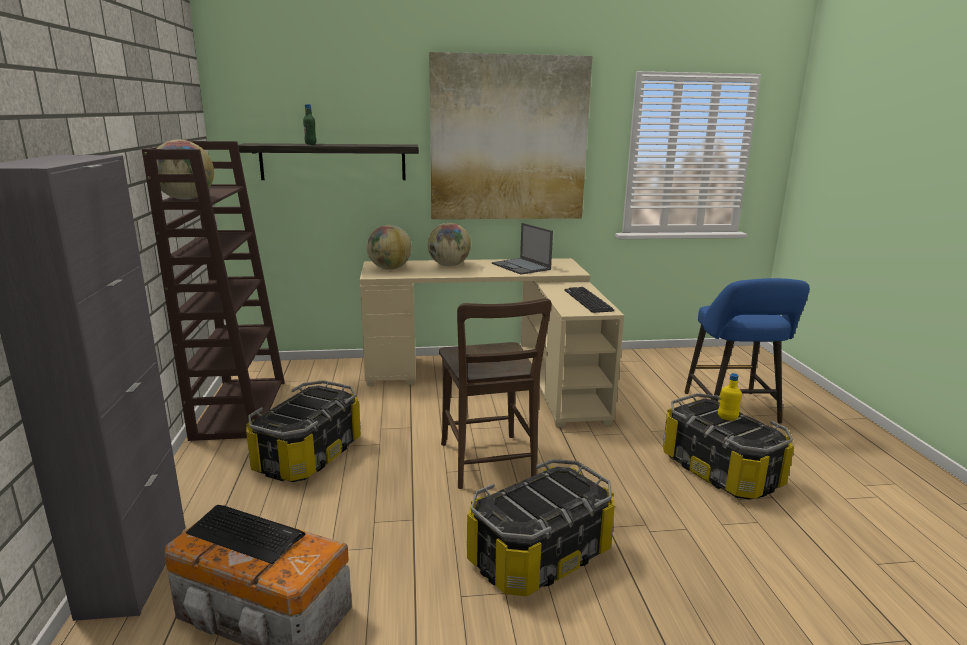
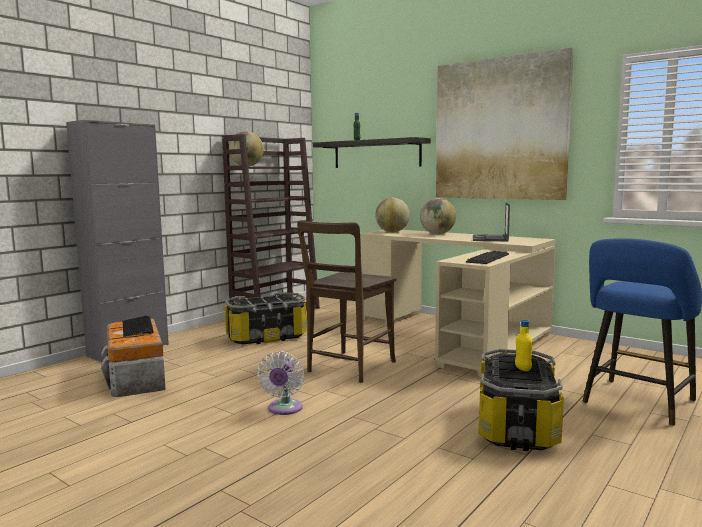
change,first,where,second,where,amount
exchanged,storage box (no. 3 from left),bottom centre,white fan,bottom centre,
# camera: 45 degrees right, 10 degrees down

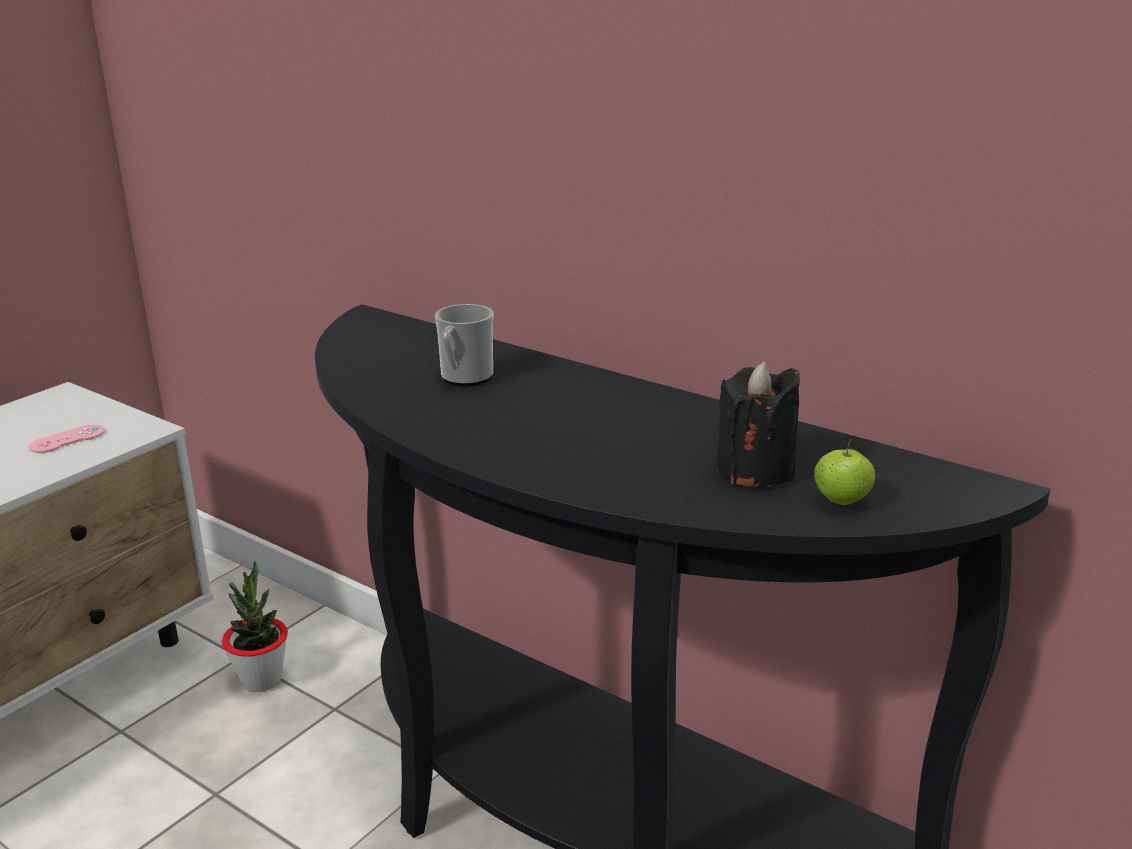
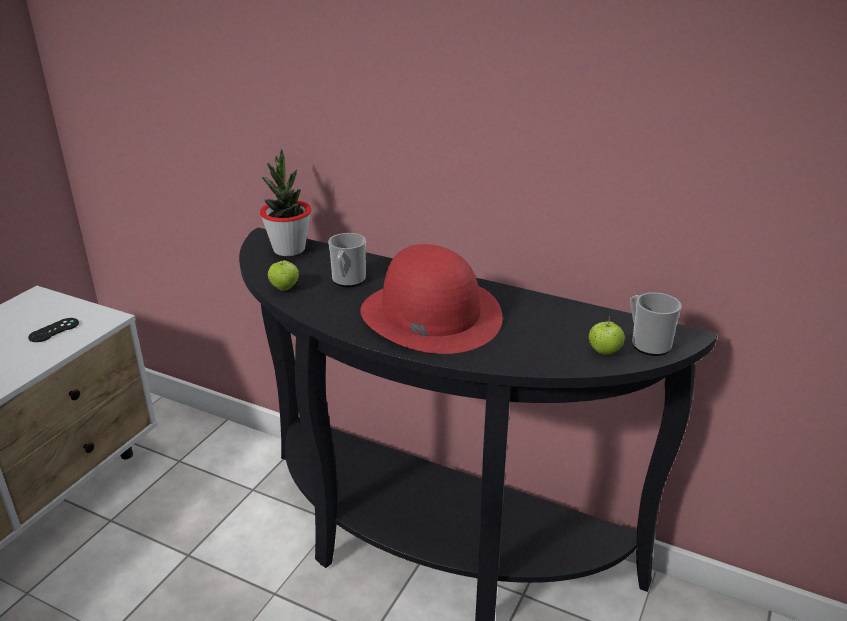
change,first,where,second,where,amount
colour,pink game controller,middle left,black game controller,middle left,
relocated,potted plant,bottom left,,top centre,
appeared,,,apple (no. 1 from left),centre,
appeared,,,red hat,centre,
appeared,,,mug (no. 2 from left),middle right,
missing,black candle,middle right,,,
# camera: 10 degrees left, 5 degrees up

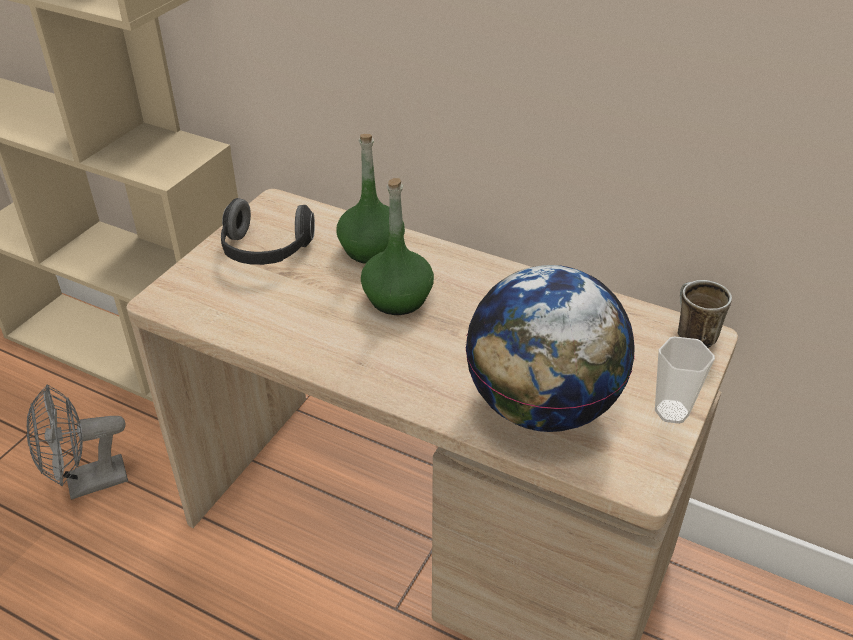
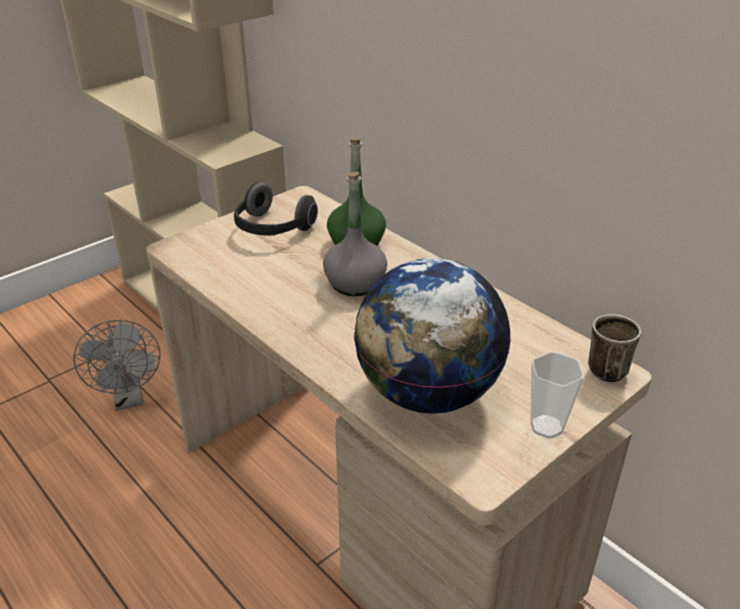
change,first,where,second,where,amount
spun,grey fan,bottom left,,middle left,105 degrees counterclockwise
colour,green bottle (no. 2 from left),centre,grey bottle,centre,
# camera: 20 degrees right, 5 degrees down

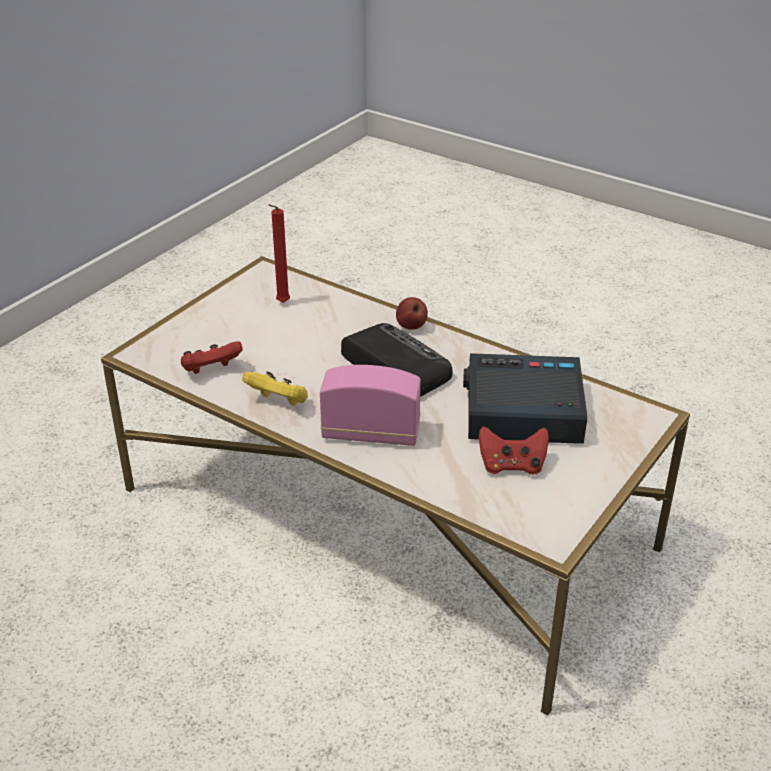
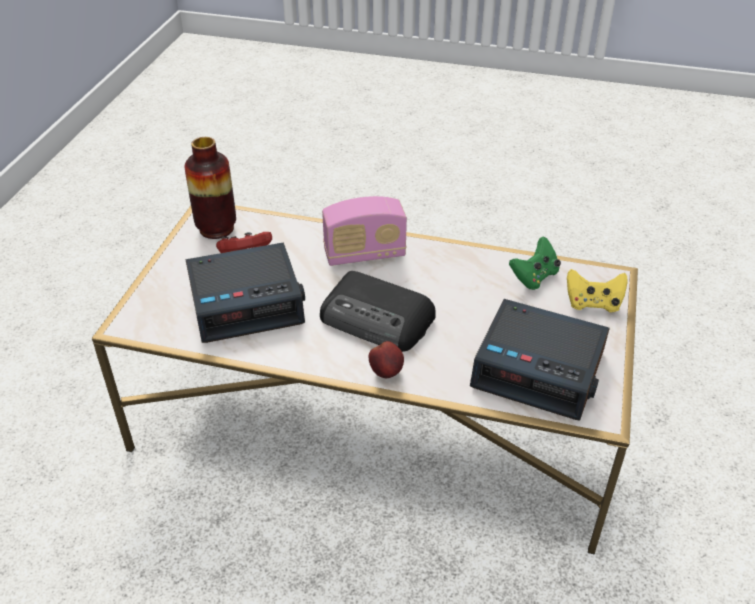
change,first,where,second,where,amount
appeared,,,vase,top left,
exchanged,red candle,top centre,alarm clock (no. 2 from left),middle right,
colour,red game controller (no. 1 from left),middle left,green game controller,middle right,
relocated,yellow game controller,centre,,middle right,
# camera: 160 degrees right, 5 degrees up

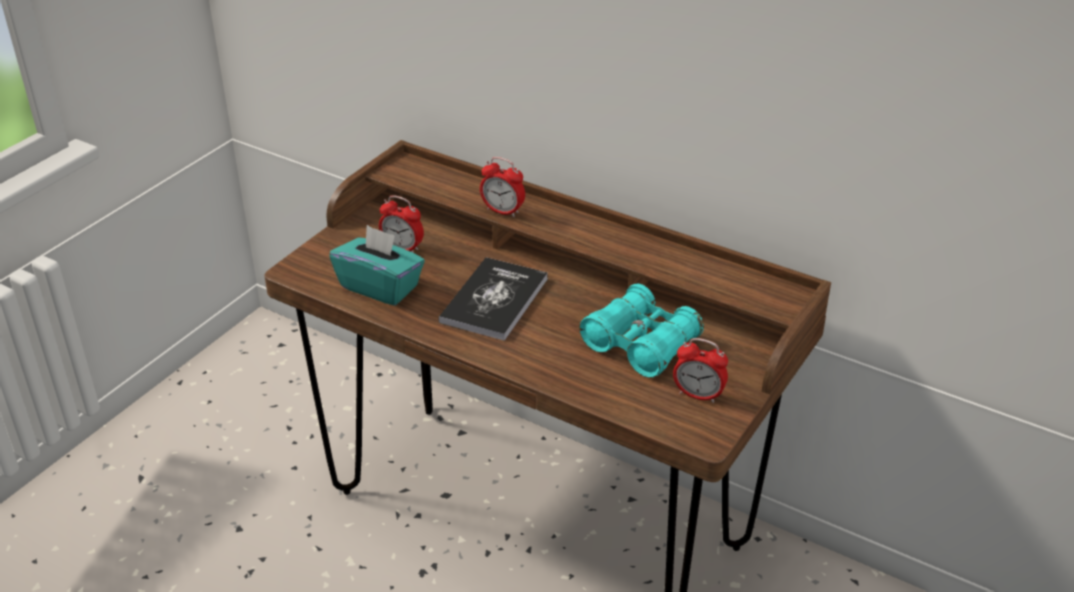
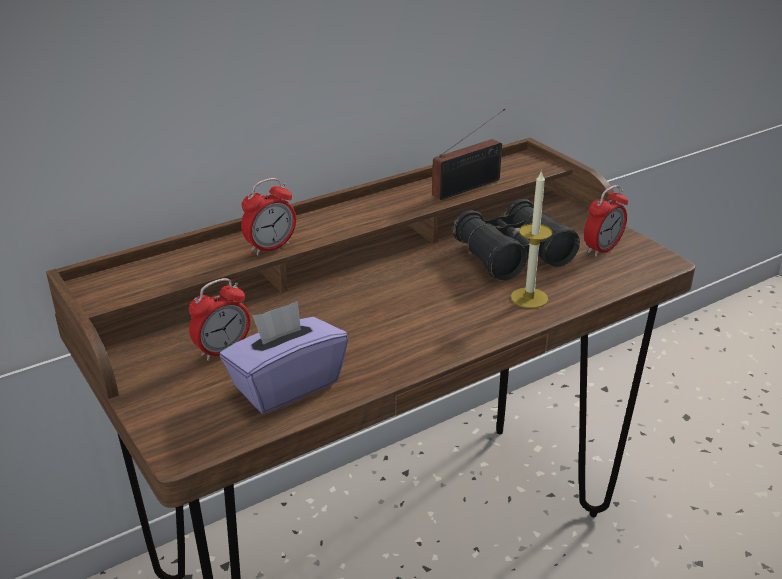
change,first,where,second,where,amount
colour,turquoise tissue box,centre,purple tissue box,centre,
appeared,,,radio,top centre,
colour,turquoise binoculars,centre,black binoculars,centre,
appeared,,,candle,middle right,
missing,book,centre,,,
# camera: 65 degrees left, 5 degrees down

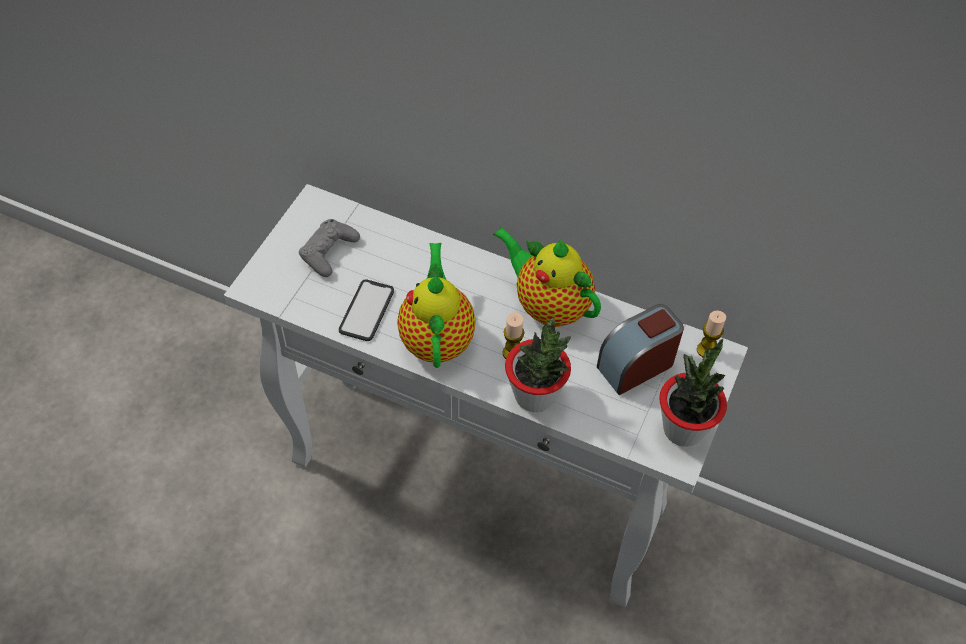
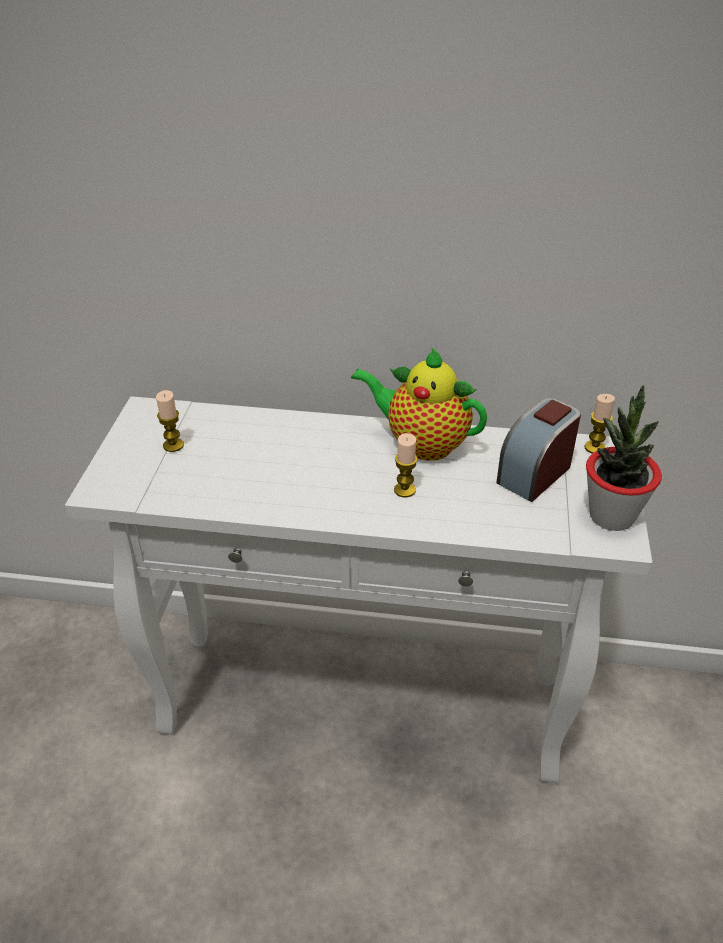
change,first,where,second,where,amount
exchanged,grey game controller,centre,candle (no. 1 from left),middle left,
missing,phone,centre,,,
missing,teapot (no. 1 from left),centre,,,
missing,potted plant (no. 1 from left),centre,,,
# camera: 15 degrees left, 15 degrees down

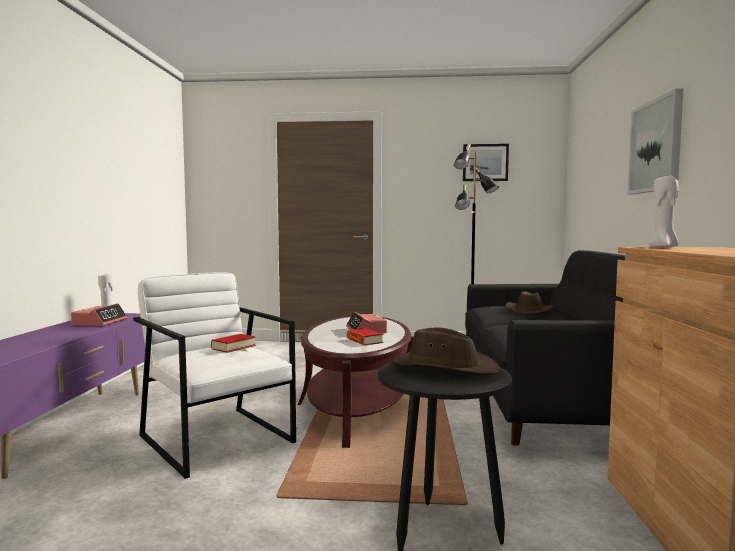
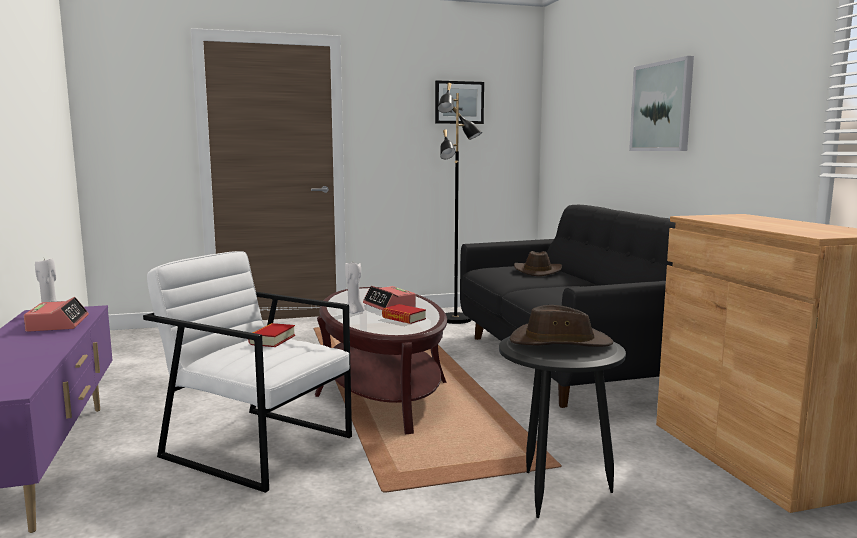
change,first,where,second,where,amount
relocated,white candle (no. 2 from left),middle right,,centre,
# camera: 20 degrees left, 5 degrees up

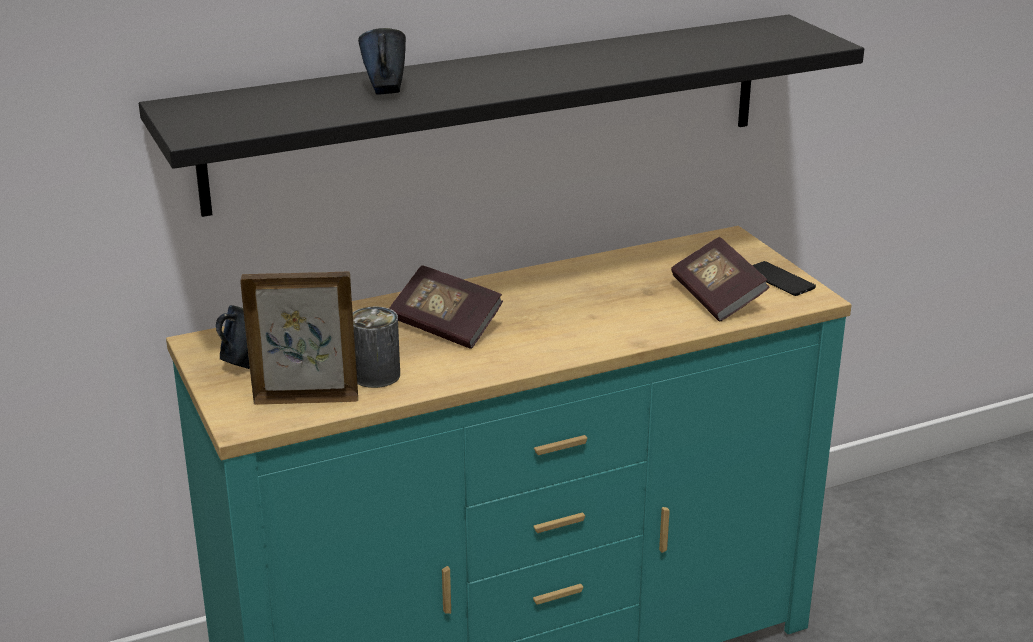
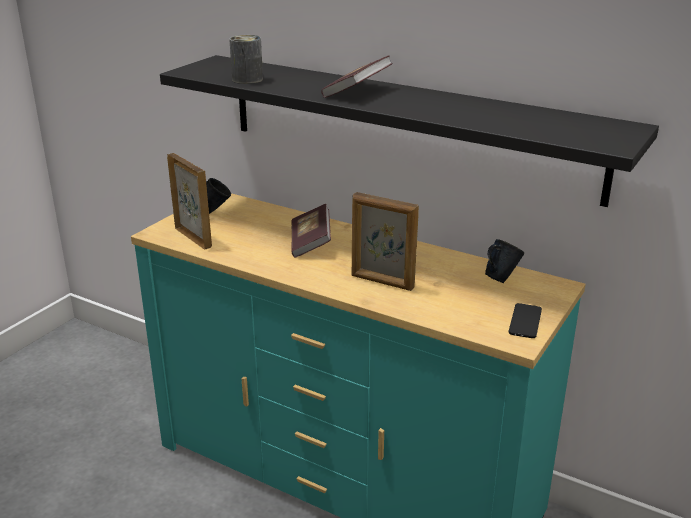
change,first,where,second,where,amount
relocated,can,centre,,top centre,
relocated,book (no. 2 from left),middle right,,top centre,
appeared,,,picture frame (no. 2 from left),centre,
relocated,blue mug (no. 2 from left),top centre,,middle right,
# camera: 55 degrees right, 0 degrees up

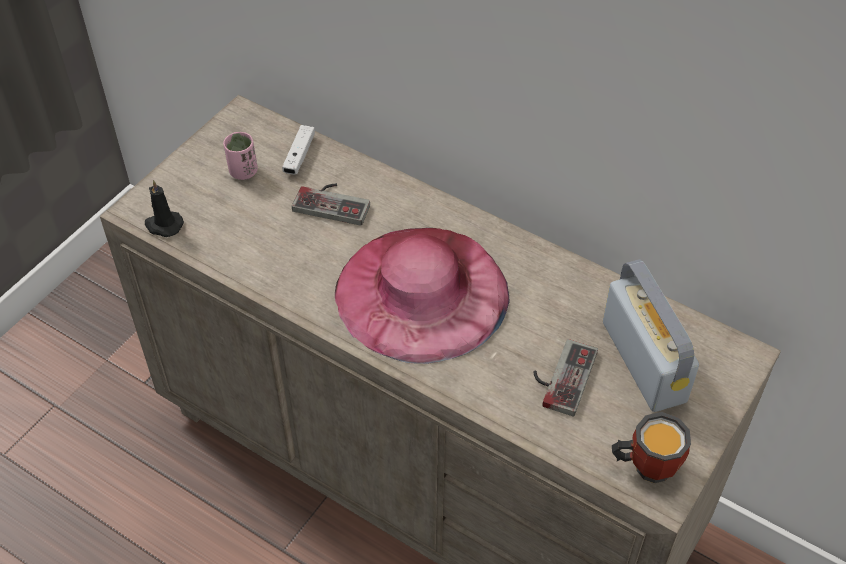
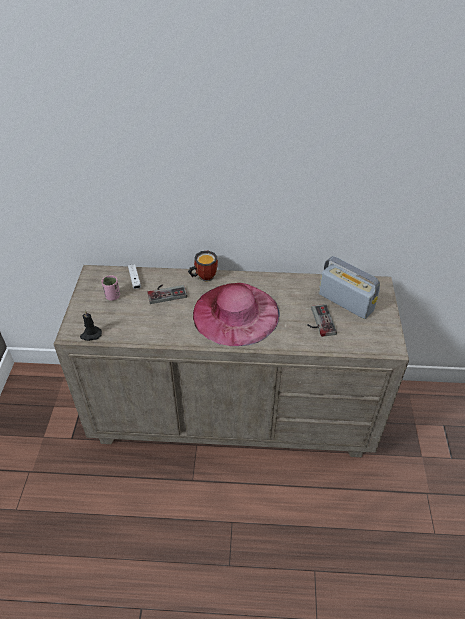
change,first,where,second,where,amount
relocated,mug,bottom right,,centre,
# camera: 30 degrees left, 5 degrees down

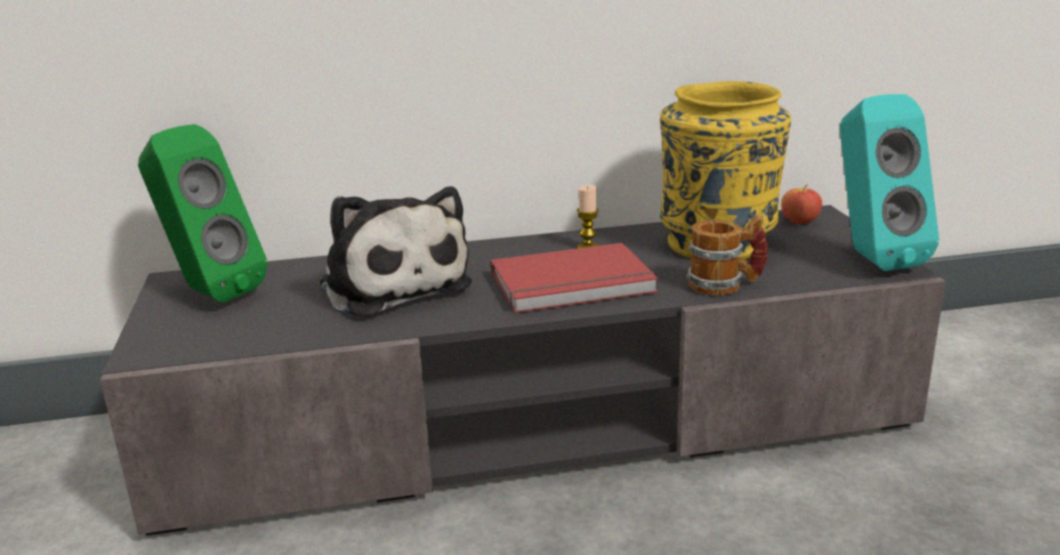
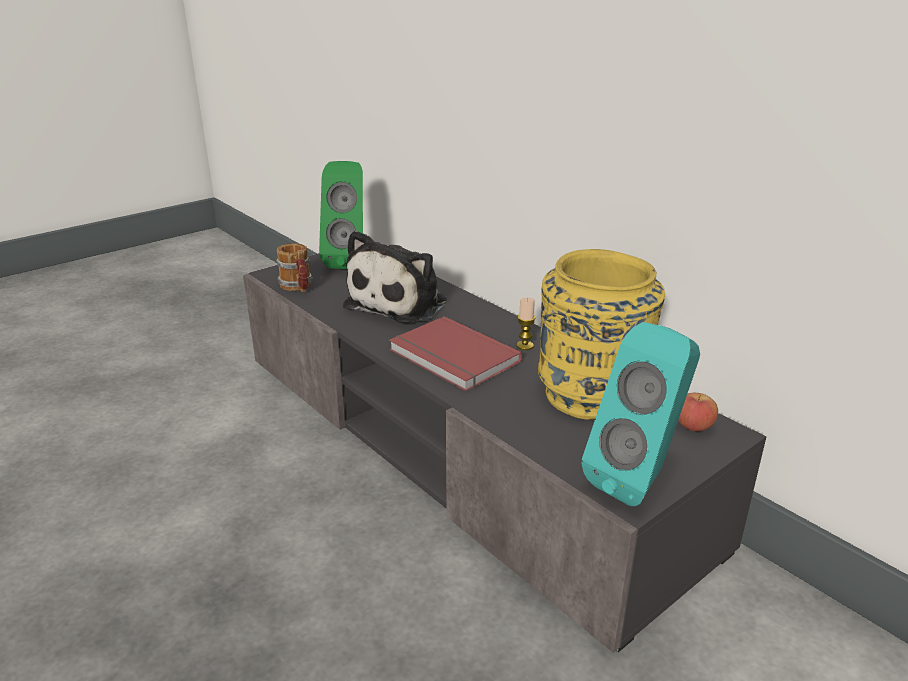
change,first,where,second,where,amount
relocated,mug,middle right,,middle left,
# camera: 60 degrees right, 5 degrees up

